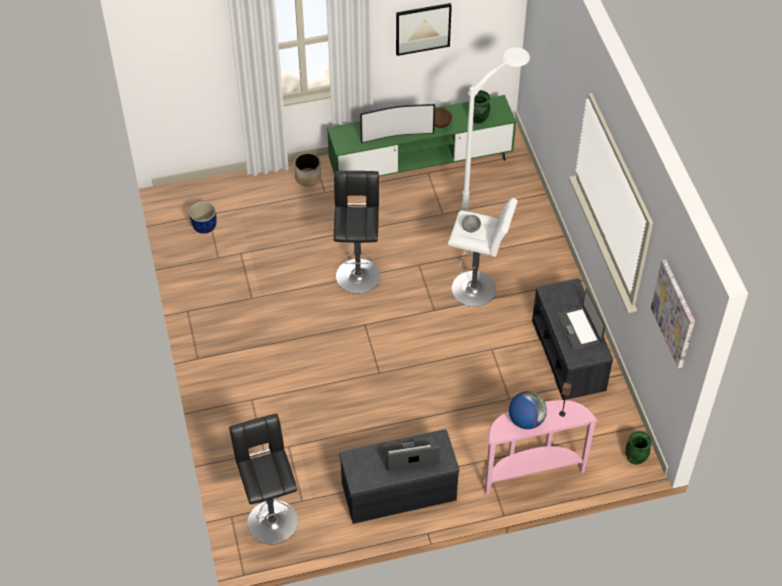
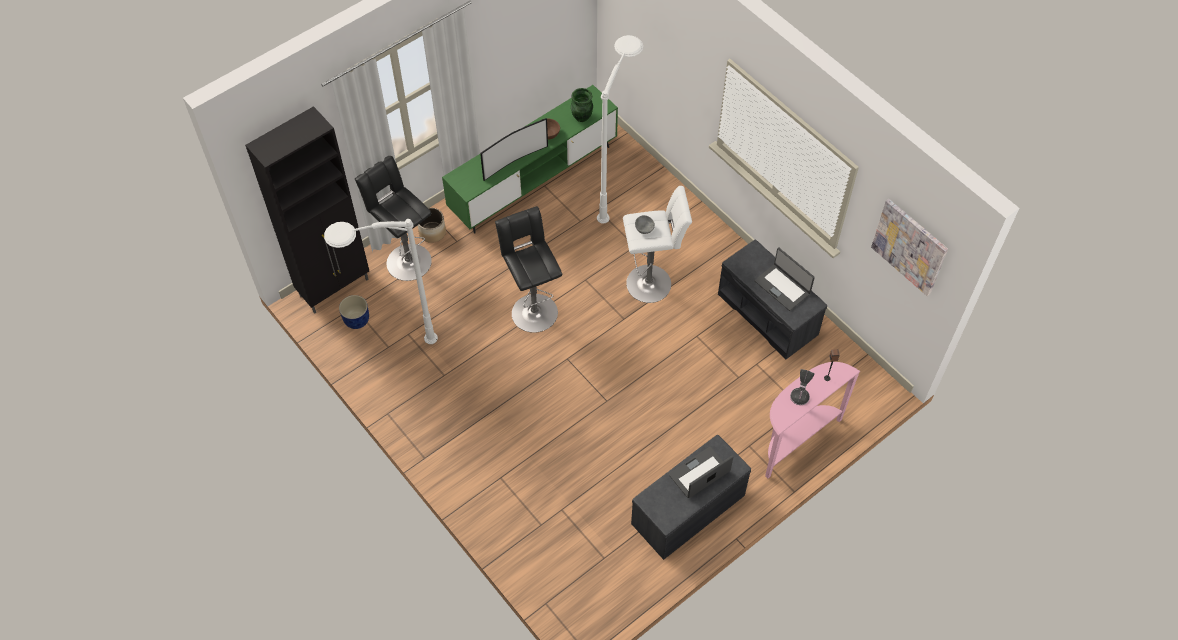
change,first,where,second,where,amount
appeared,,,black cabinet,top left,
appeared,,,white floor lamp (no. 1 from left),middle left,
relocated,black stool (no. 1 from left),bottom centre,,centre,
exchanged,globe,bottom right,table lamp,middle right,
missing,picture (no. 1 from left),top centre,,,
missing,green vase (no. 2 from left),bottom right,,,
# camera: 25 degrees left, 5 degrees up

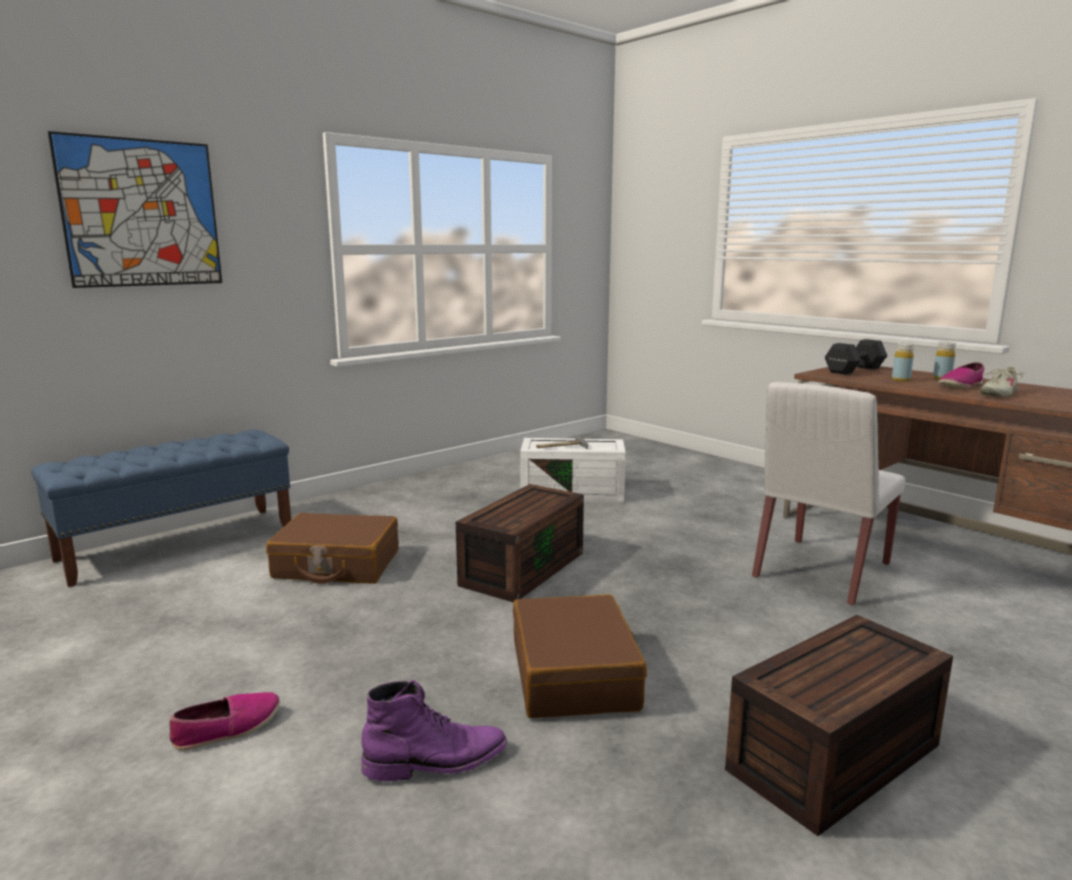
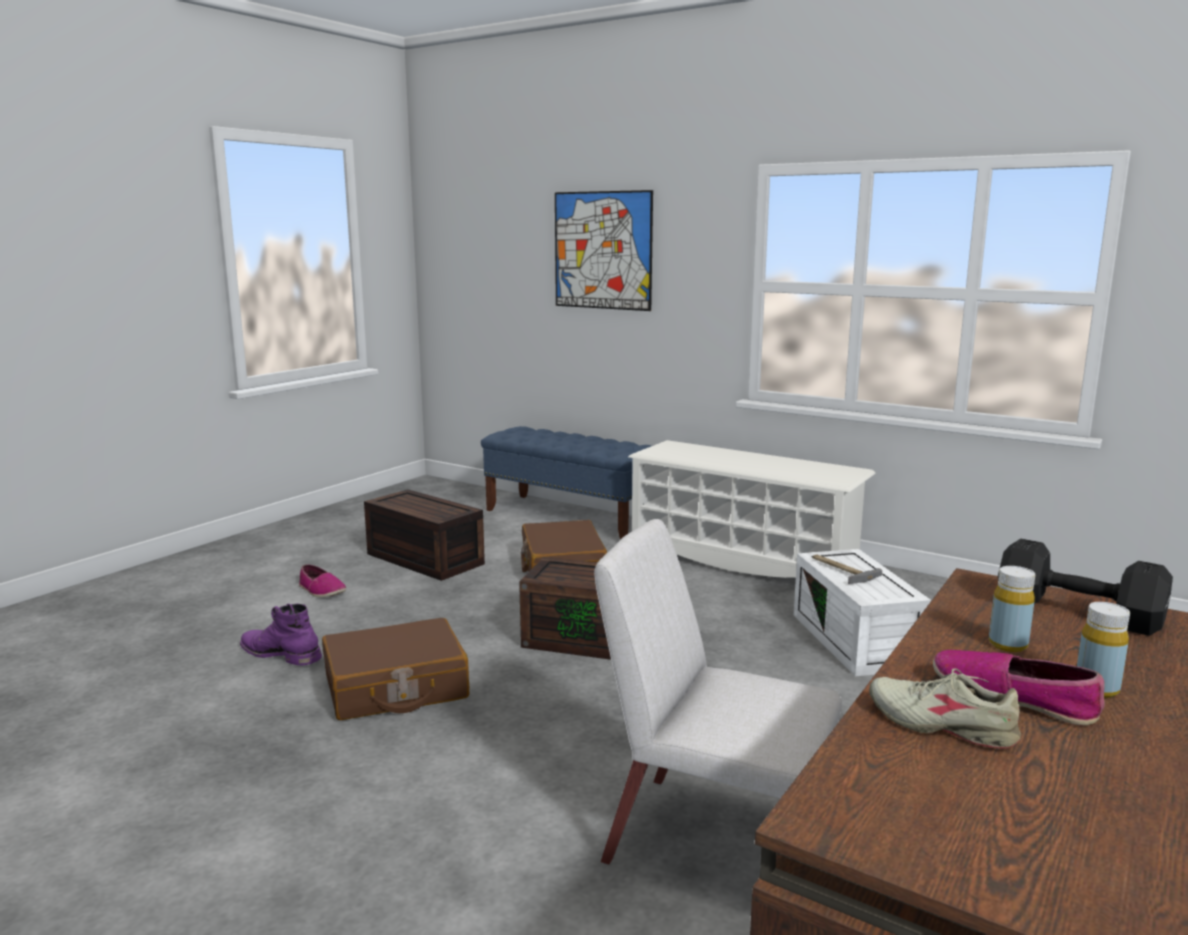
change,first,where,second,where,amount
spun,purple boot,bottom centre,,bottom left,150 degrees clockwise
relocated,brown storage box (no. 2 from left in the first image),bottom right,brown storage box (no. 1 from left),centre,
appeared,,,white shoe rack,centre,
# camera: 75 degrees right, 0 degrees up

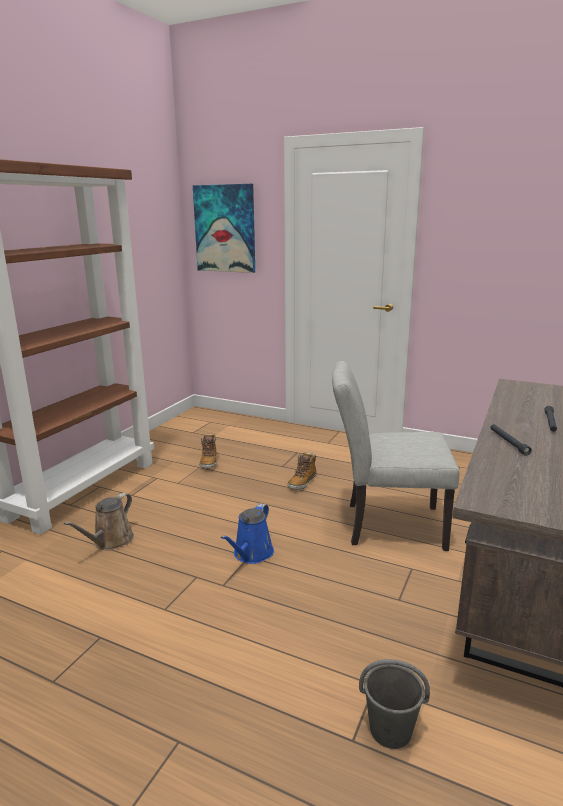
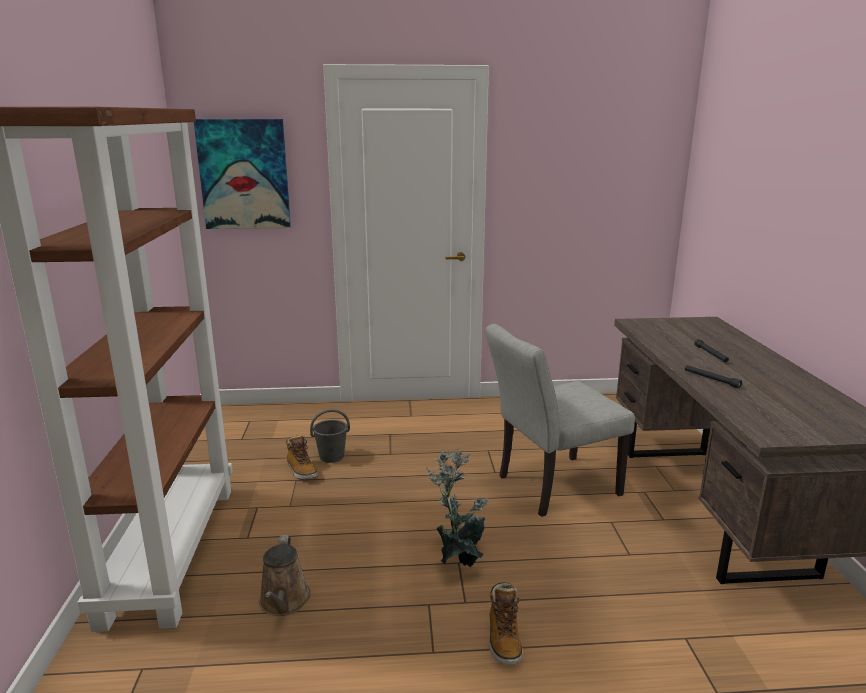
change,first,where,second,where,amount
relocated,grey bucket,bottom right,,centre,
exchanged,blue watering can,centre,potted plant,bottom centre,
relocated,boot (no. 2 from left),centre,,bottom centre,
# camera: 30 degrees left, 0 degrees up

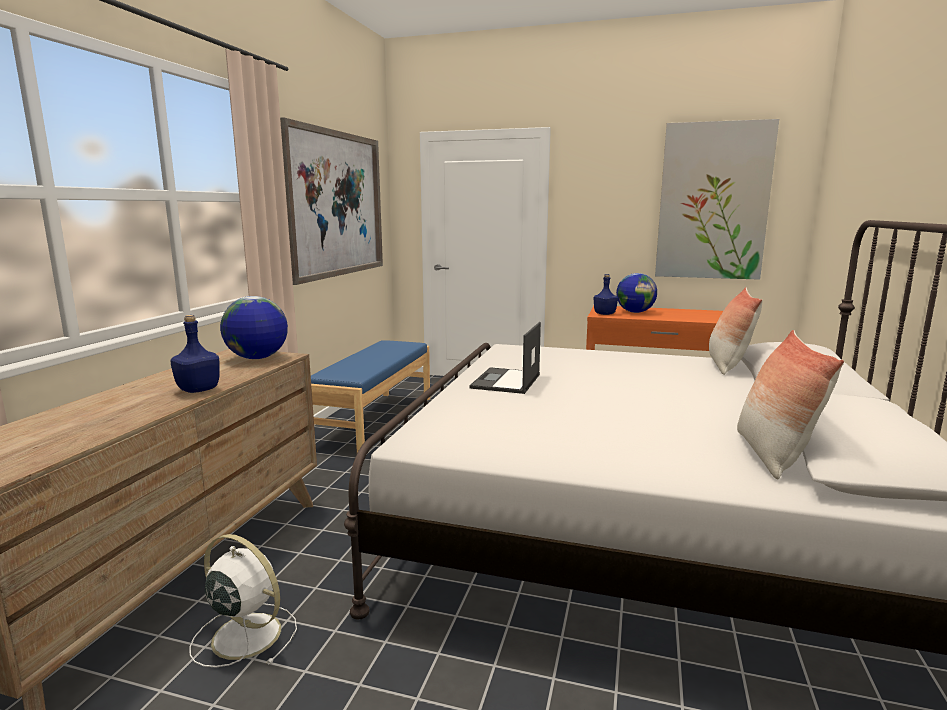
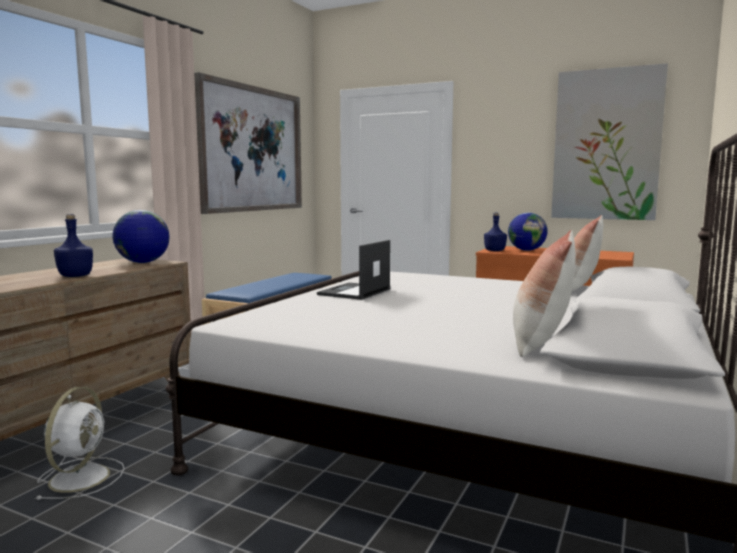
change,first,where,second,where,amount
spun,white fan,bottom left,,bottom left,60 degrees clockwise
# camera: 10 degrees right, 5 degrees down

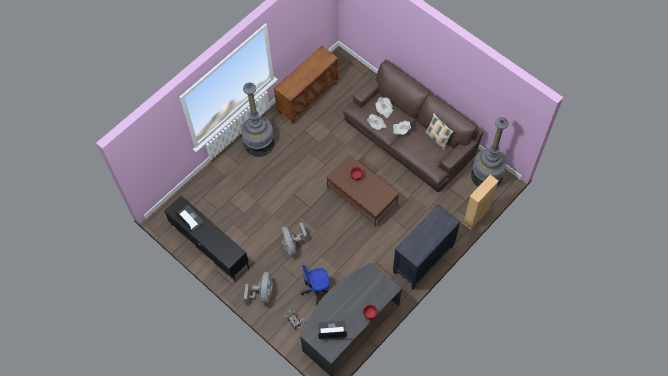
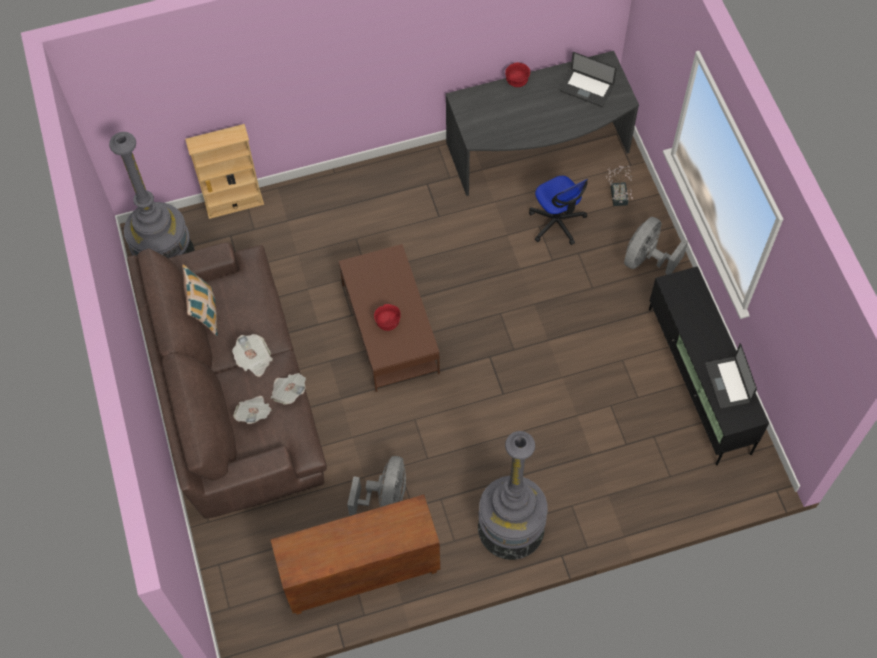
change,first,where,second,where,amount
relocated,grey fan (no. 2 from left in the first image),centre,grey fan (no. 1 from left),bottom centre,
spun,office chair,bottom centre,,top centre,45 degrees clockwise
missing,black dresser,centre,,,
# camera: 150 degrees left, 0 degrees up

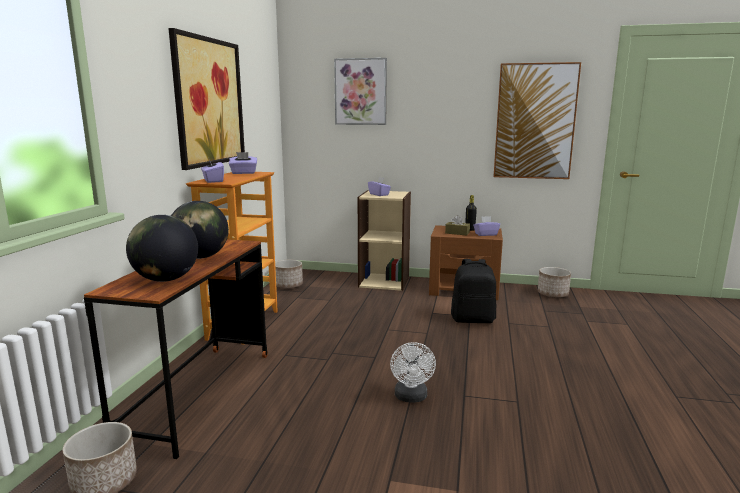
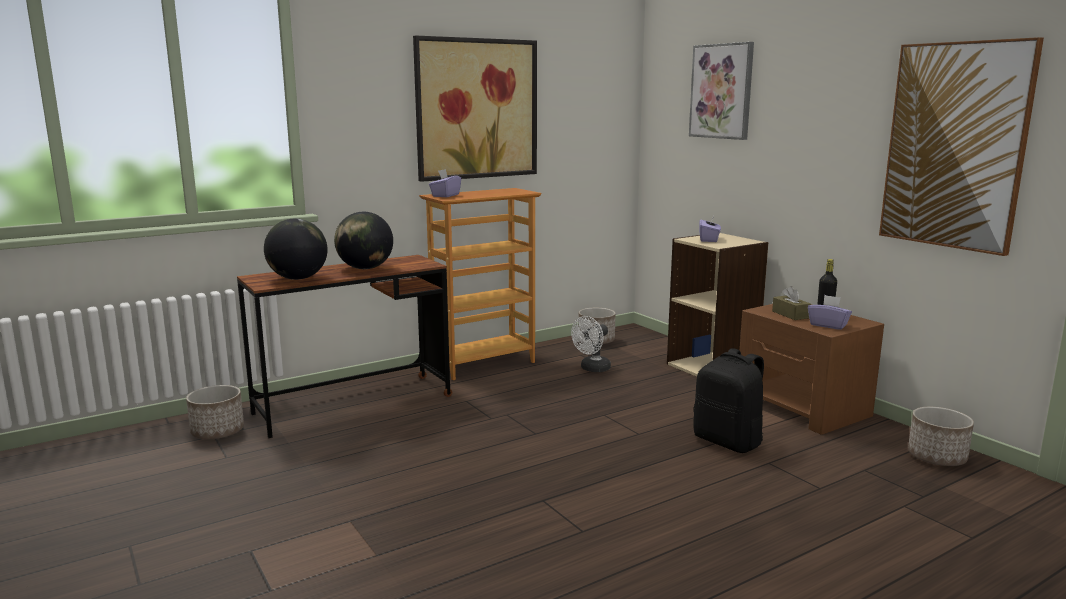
change,first,where,second,where,amount
relocated,white fan,bottom centre,,centre,
missing,purple tissue box (no. 2 from left),top left,,,
# camera: 45 degrees right, 0 degrees up

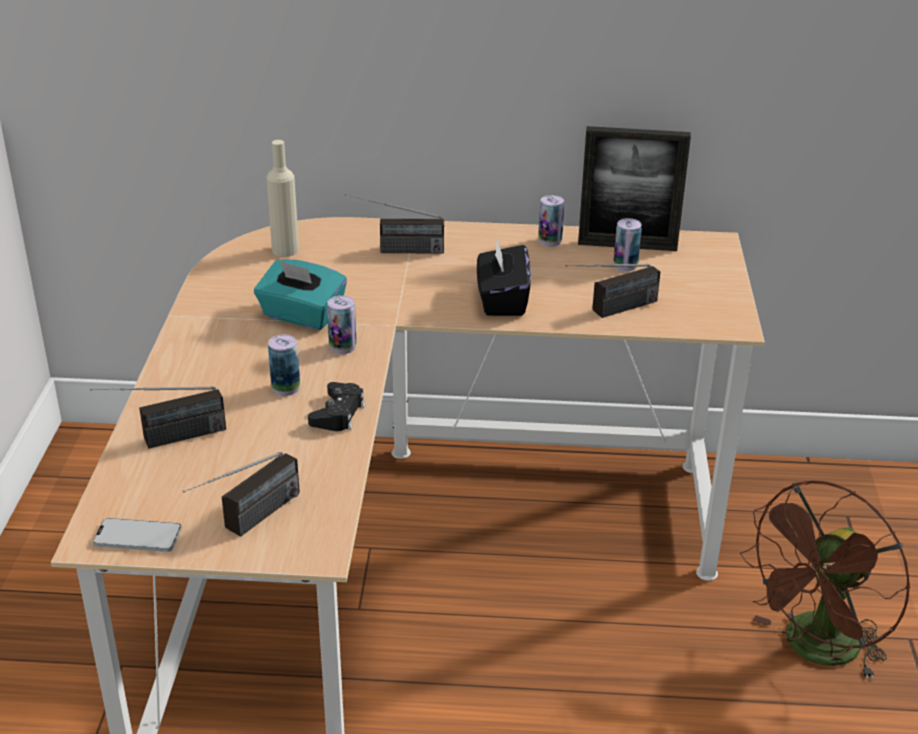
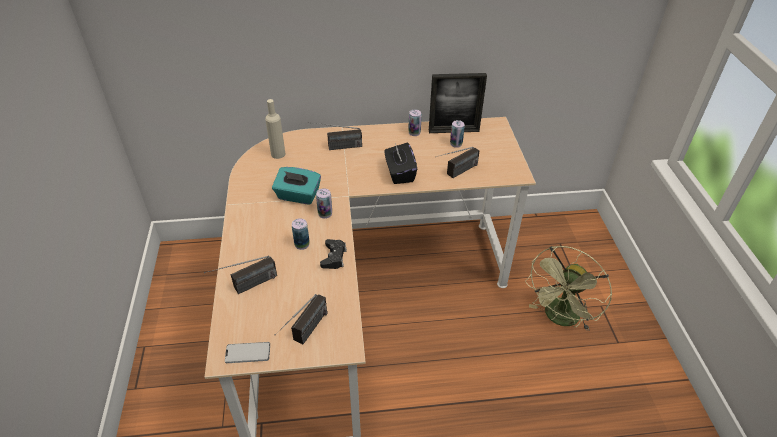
change,first,where,second,where,amount
colour,brown fan,bottom right,green fan,middle right,
# camera: 10 degrees left, 10 degrees up

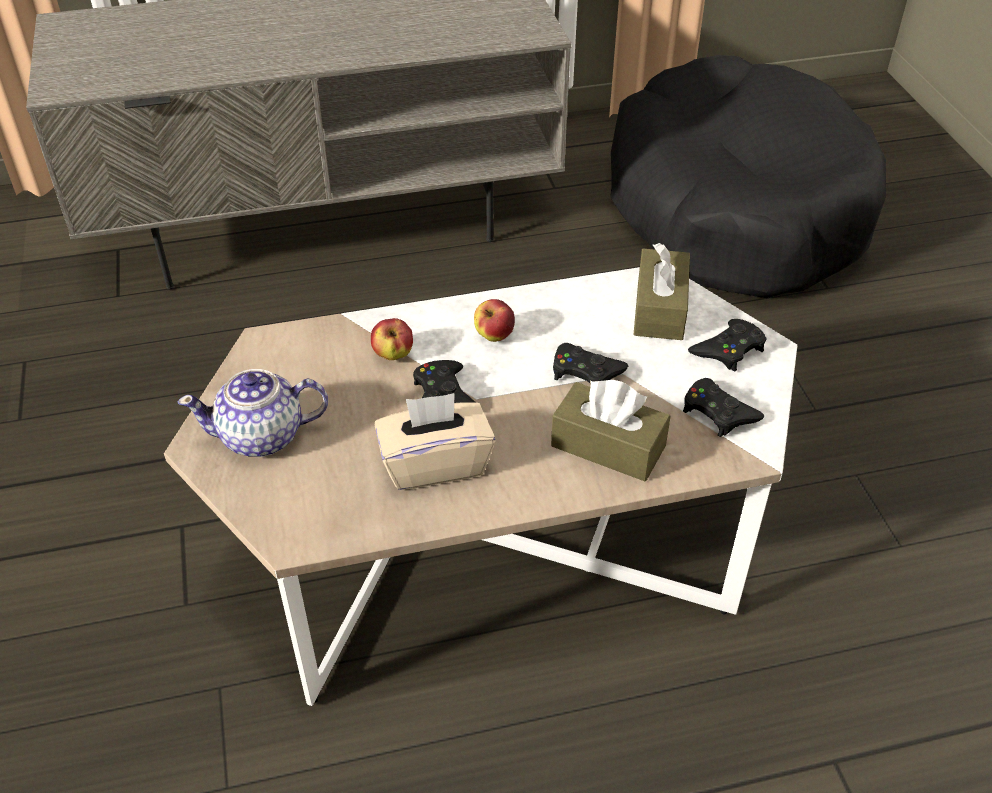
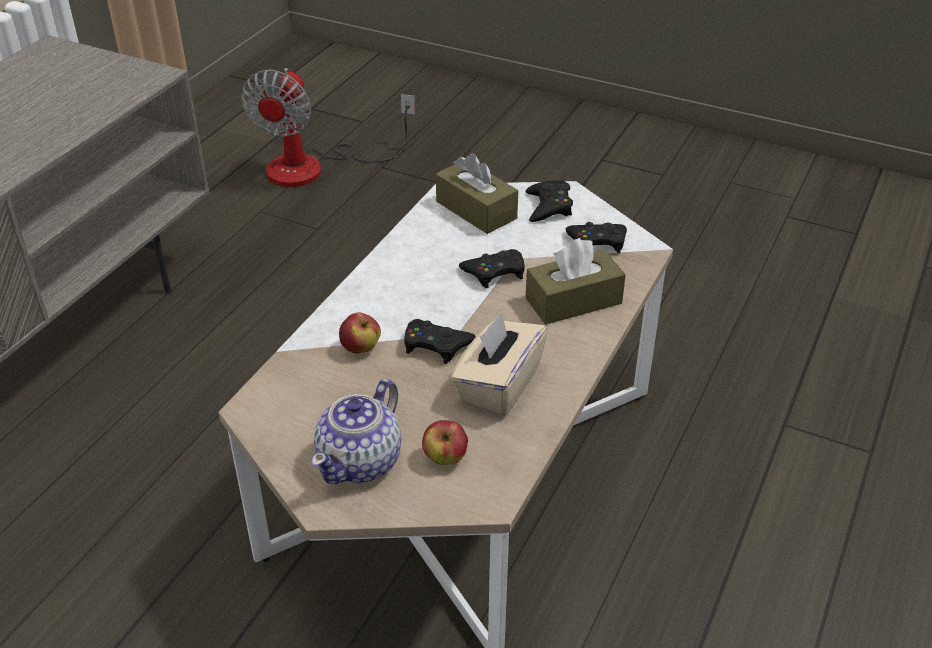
change,first,where,second,where,amount
exchanged,black dog bed,top right,fan,top centre,
relocated,apple (no. 2 from left),centre,,bottom centre,
# camera: 50 degrees left, 5 degrees down

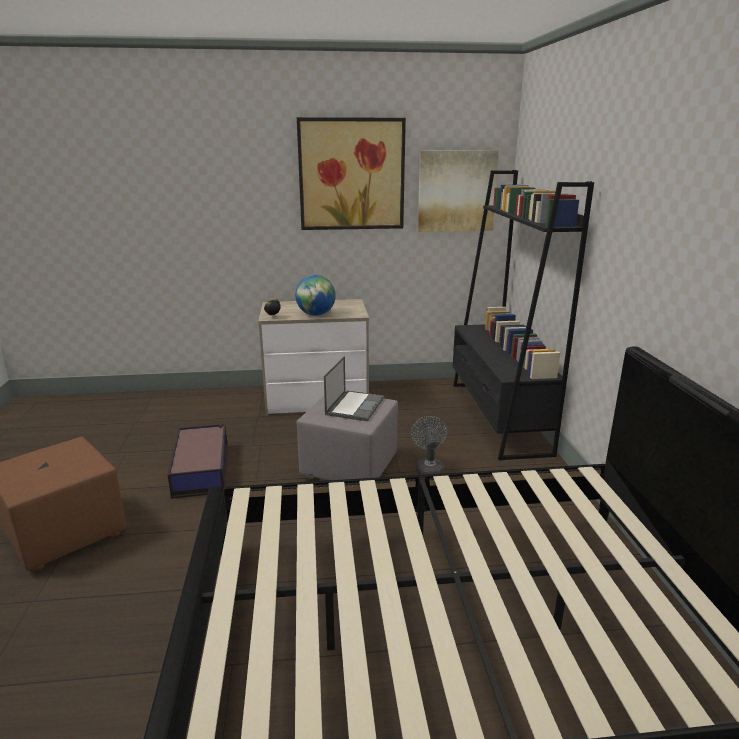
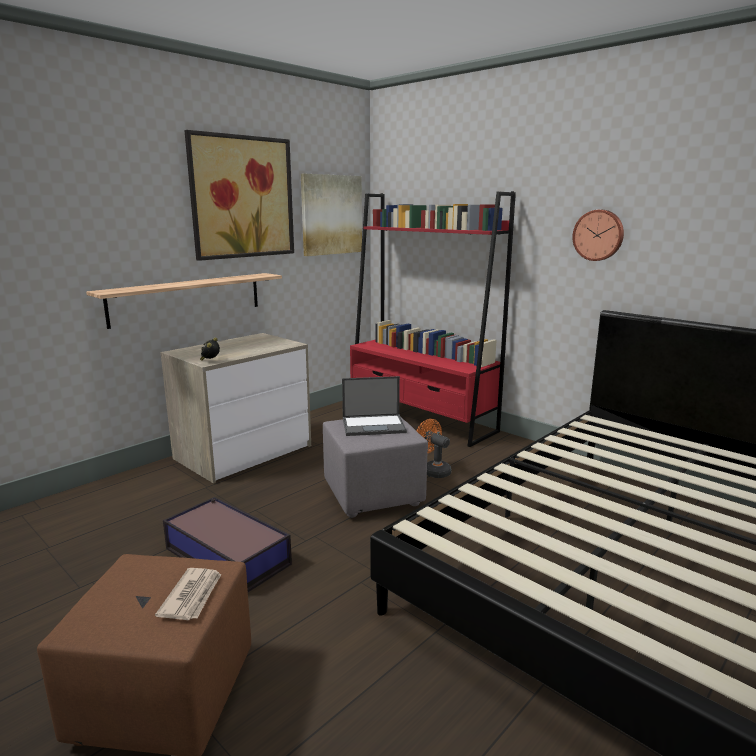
change,first,where,second,where,amount
appeared,,,shelf,middle left,
appeared,,,newspaper,bottom left,
spun,laptop,centre,,centre,105 degrees clockwise
colour,black bookcase,middle right,red bookcase,centre,
colour,grey fan,centre,orange fan,centre,
appeared,,,wall clock,top right,
missing,globe,centre,,,
# camera: 40 degrees left, 5 degrees down

